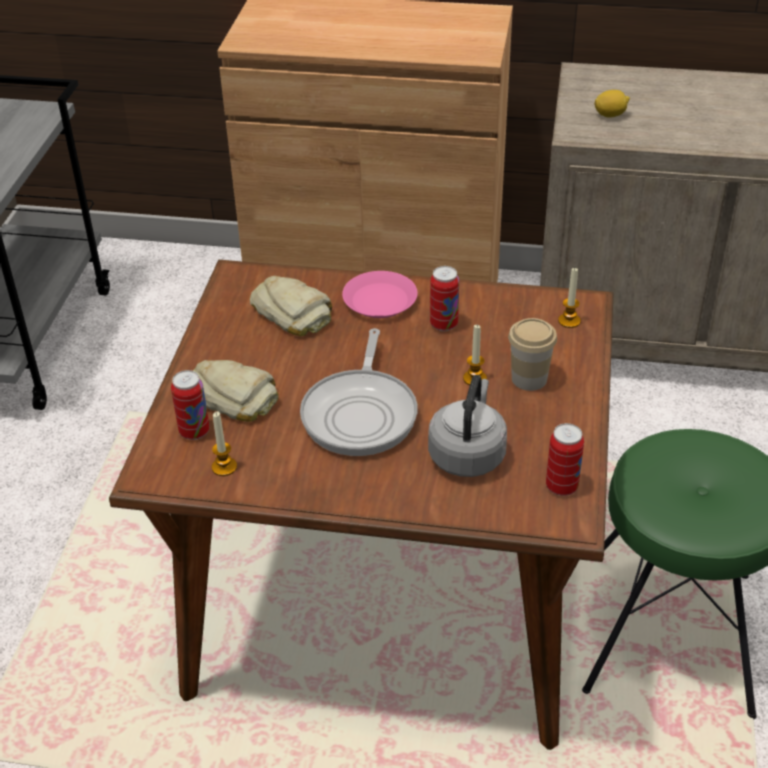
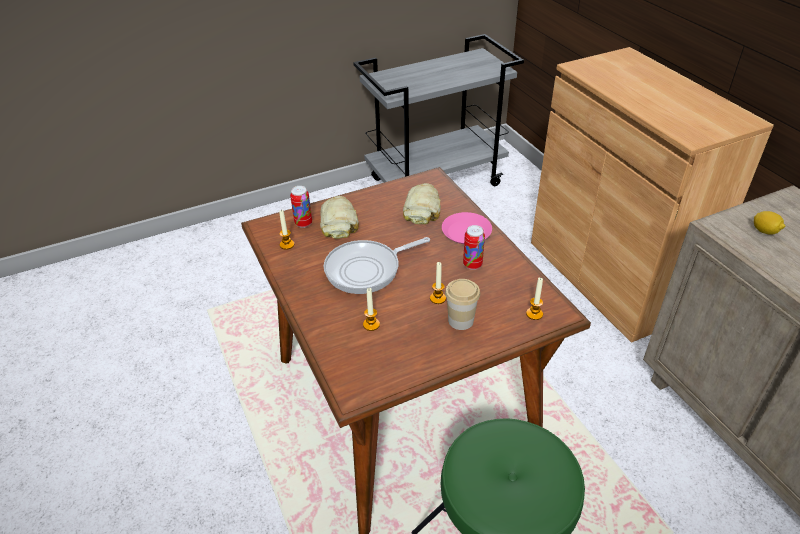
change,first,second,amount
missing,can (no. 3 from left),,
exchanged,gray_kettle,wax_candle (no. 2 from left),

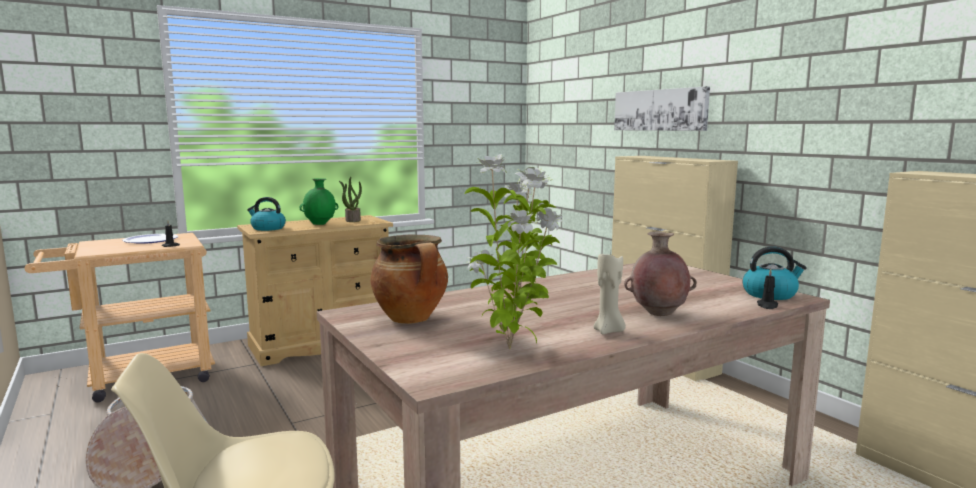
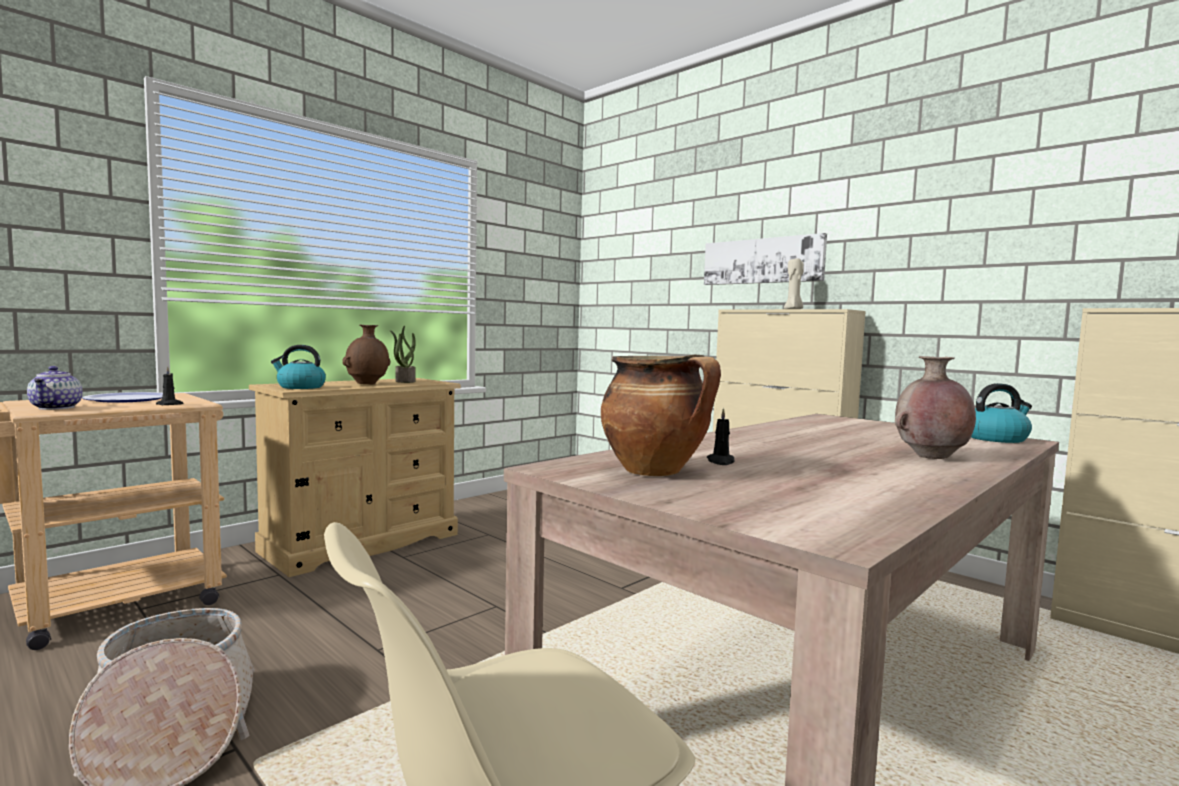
change,first,second,amount
missing,houseplant (no. 2 from left),,
appeared,,tea_pot,
relocated,beige-coloured_wax_candle,,
relocated,black_wax_candle (no. 2 from left),,
colour,green-coloured_decorative_vase,brownish_decorative_vase (no. 1 from left),

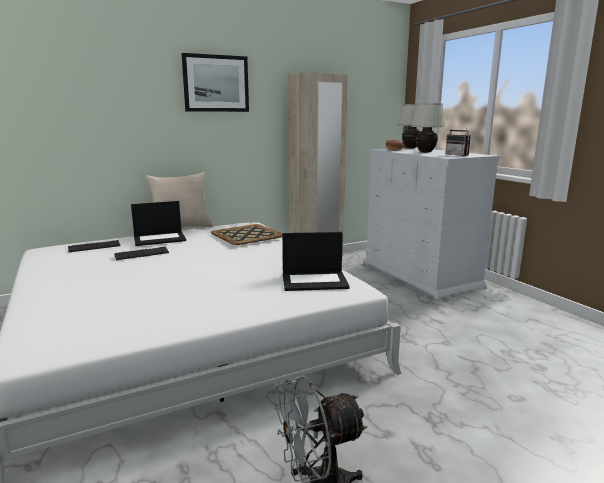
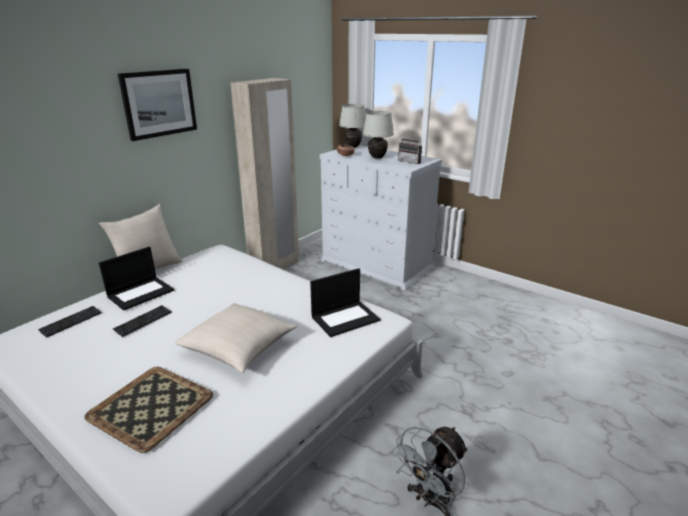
change,first,second,amount
appeared,,beige-coloured_throw_pillow (no. 2 from left),
relocated,tray,,

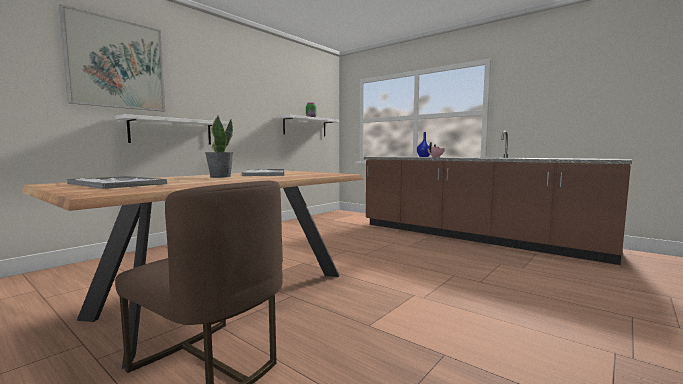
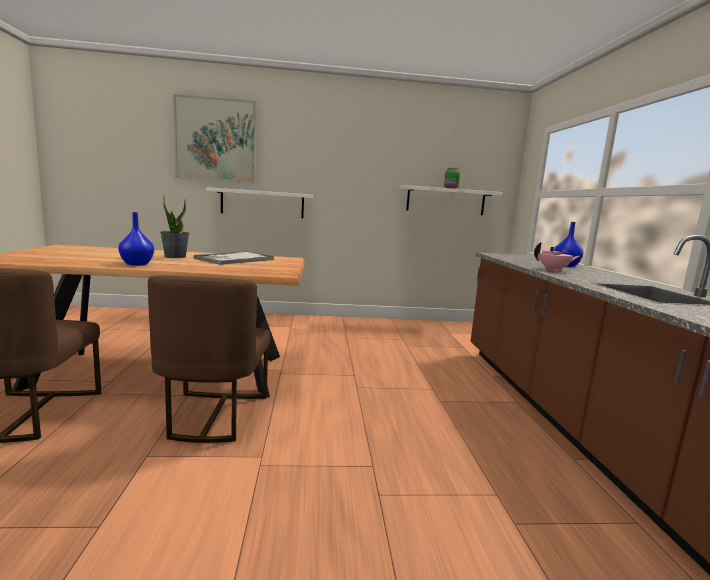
change,first,second,amount
missing,tray (no. 1 from left),,
appeared,,blue-coloured_decorative_vase (no. 1 from left),
appeared,,brownish_chair (no. 2 from left),

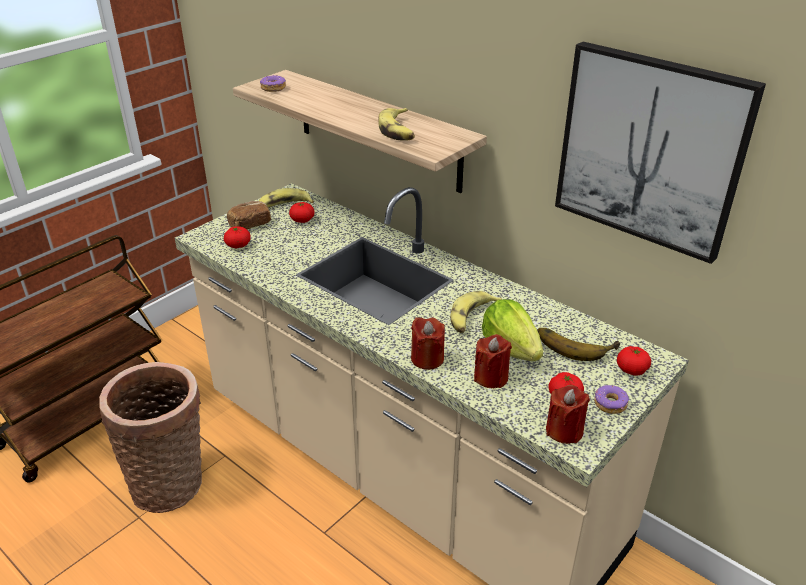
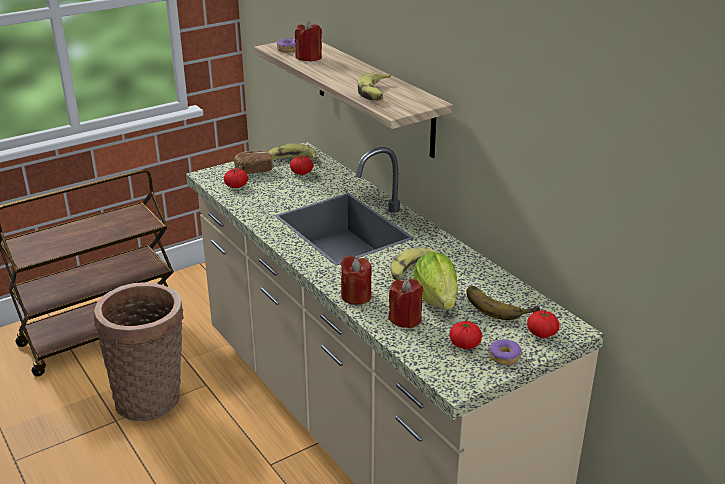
change,first,second,amount
missing,wall_picture,,
relocated,red_wax_candle (no. 3 from left in the first image),red_wax_candle (no. 1 from left),

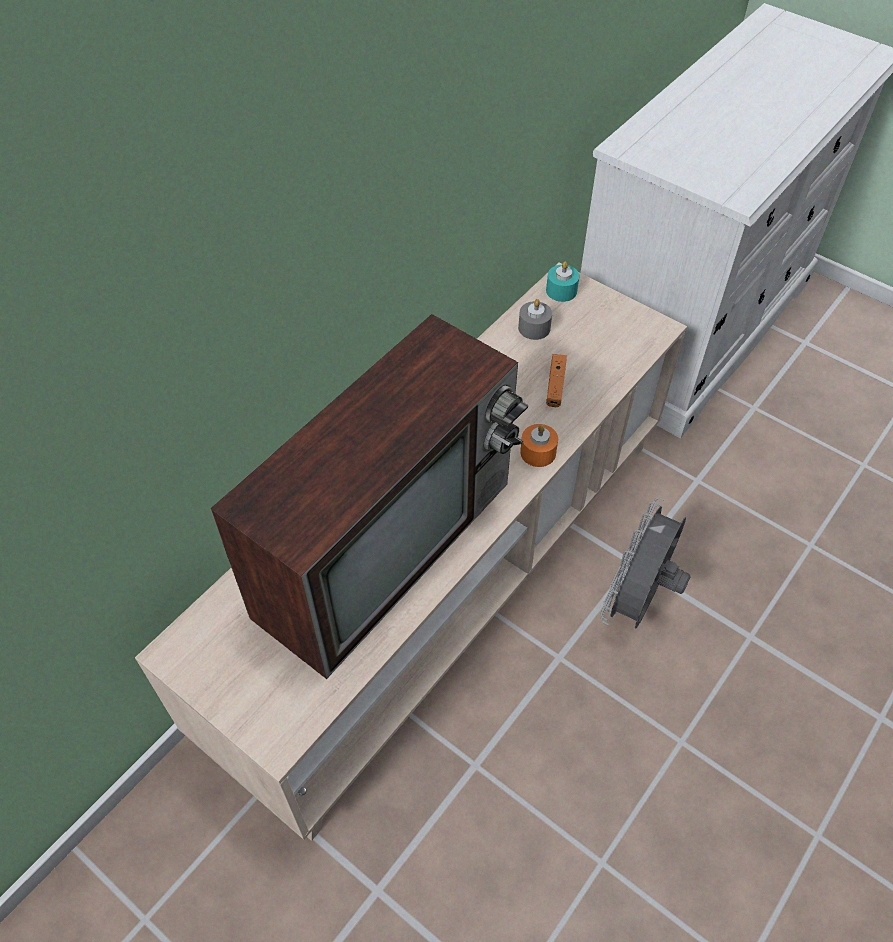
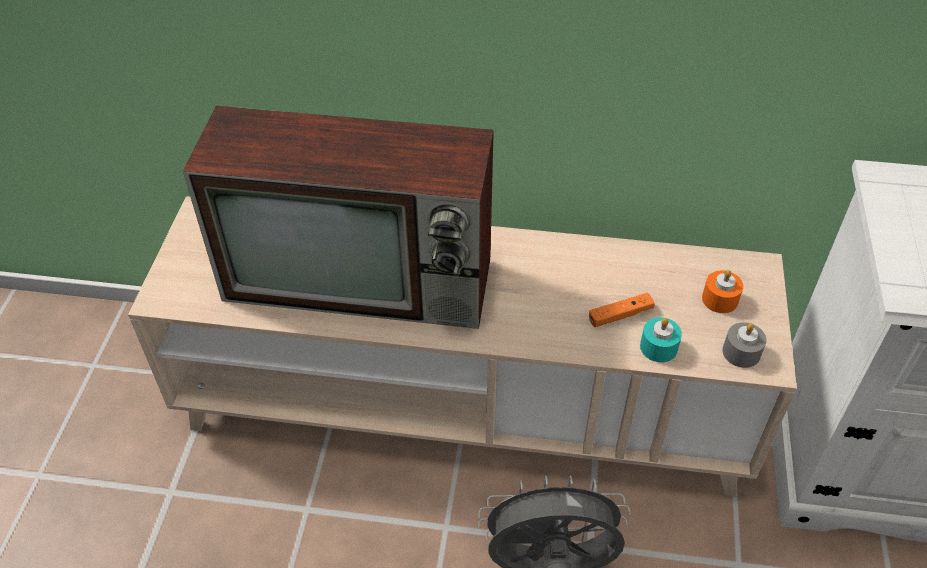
change,first,second,amount
relocated,gray_wax_candle,,
relocated,orange_wax_candle,,
relocated,blue-green_wax_candle,,

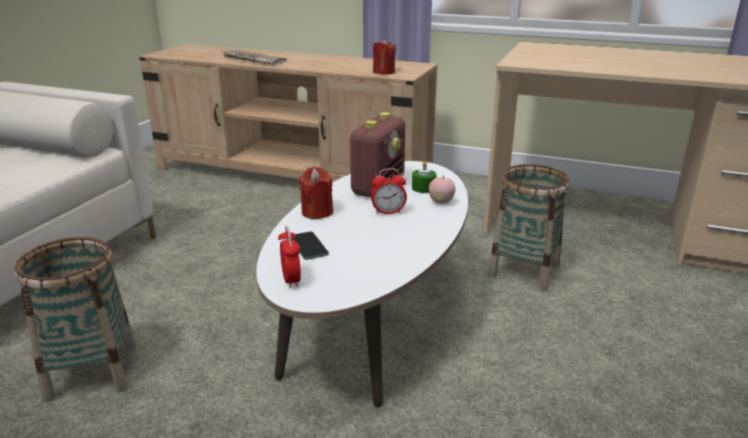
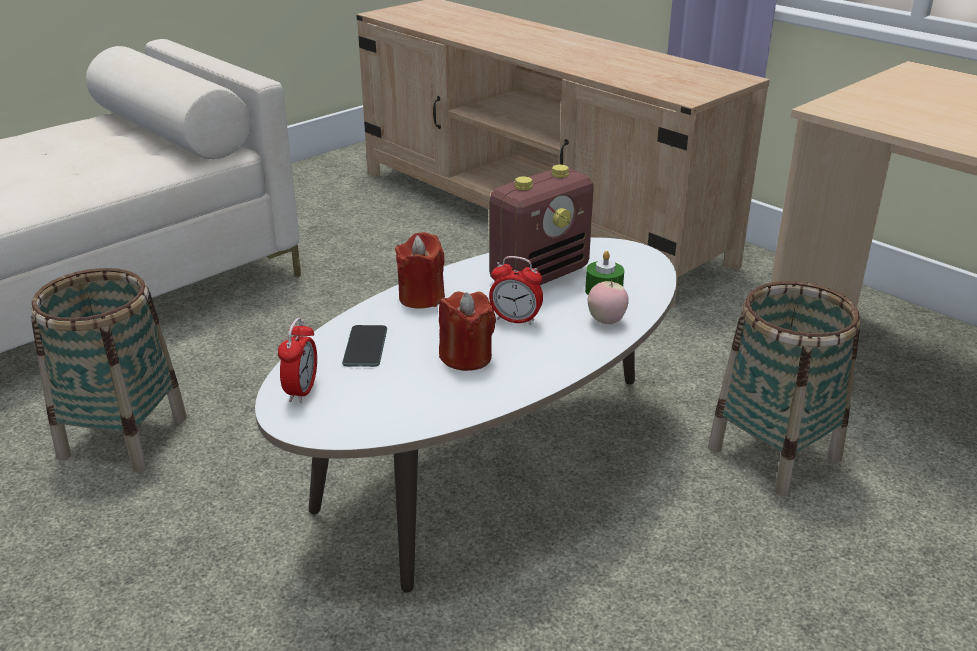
change,first,second,amount
missing,newspaper,,
relocated,red_wax_candle (no. 2 from left),,

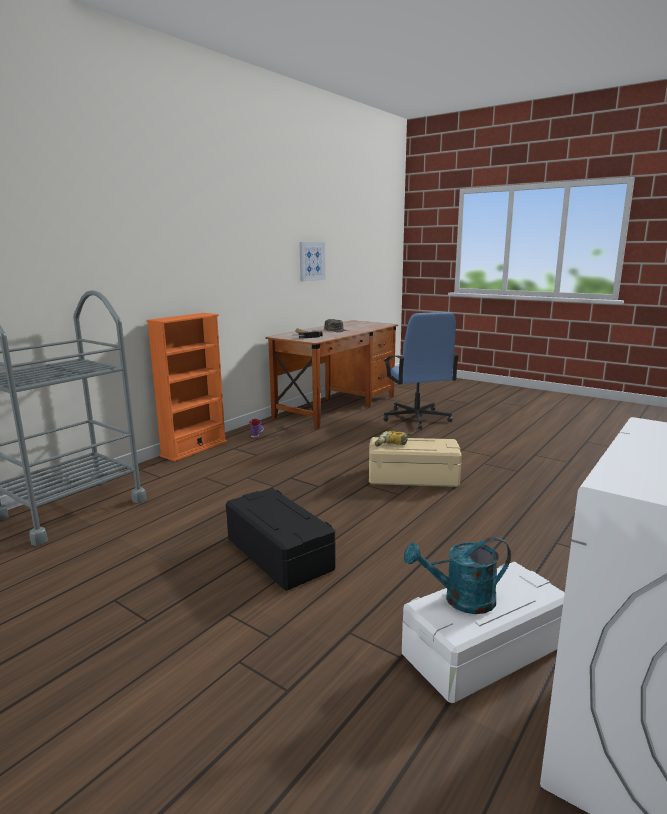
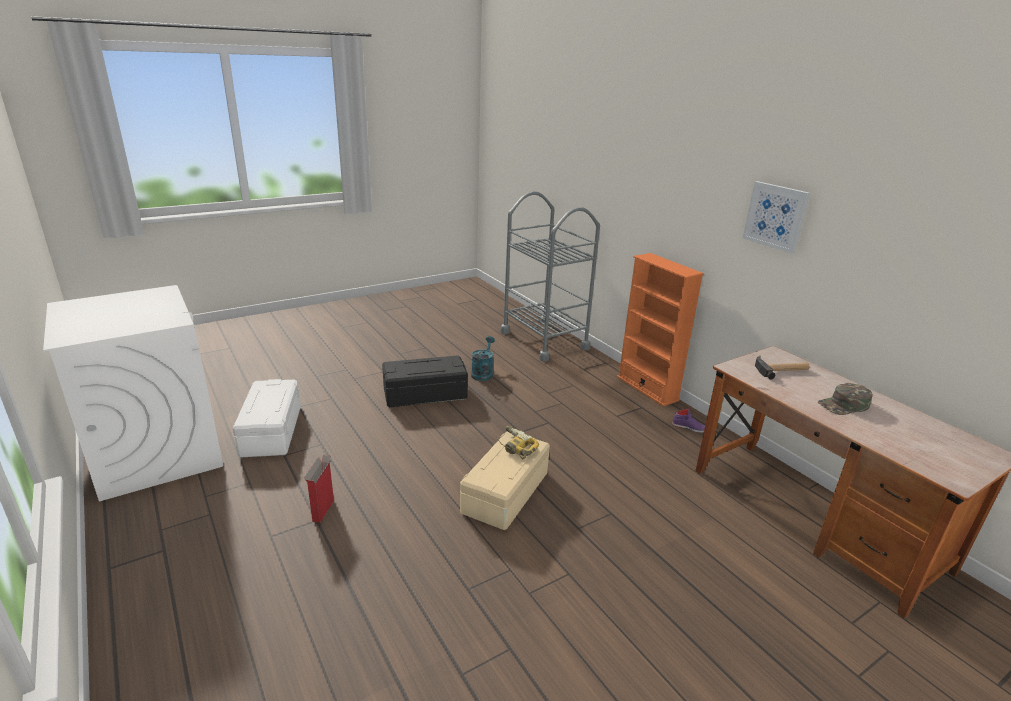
change,first,second,amount
missing,blue-coloured_computer_chair,,
appeared,,carton,
relocated,wall_picture,,
relocated,blue-green_sprinkling_can,,

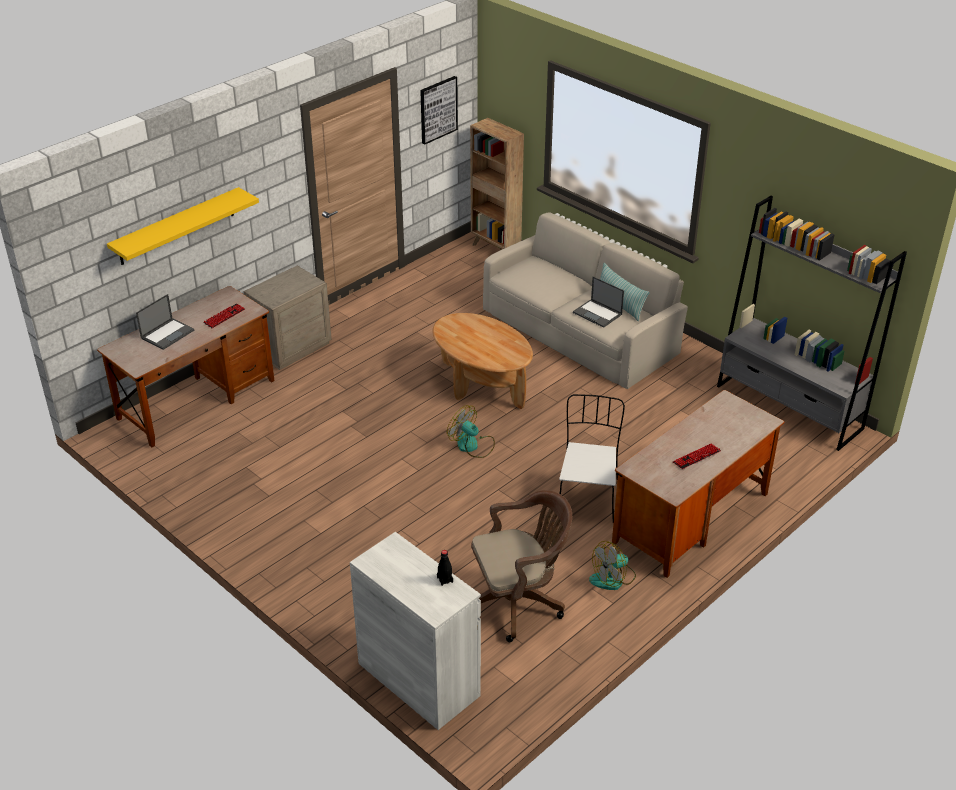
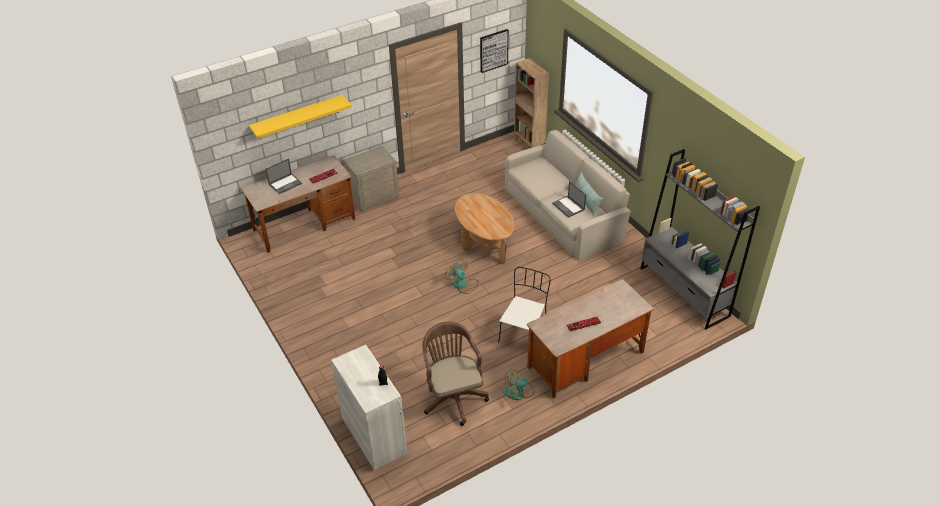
change,first,second,amount
spun,brownish_computer_chair,,105 degrees counterclockwise

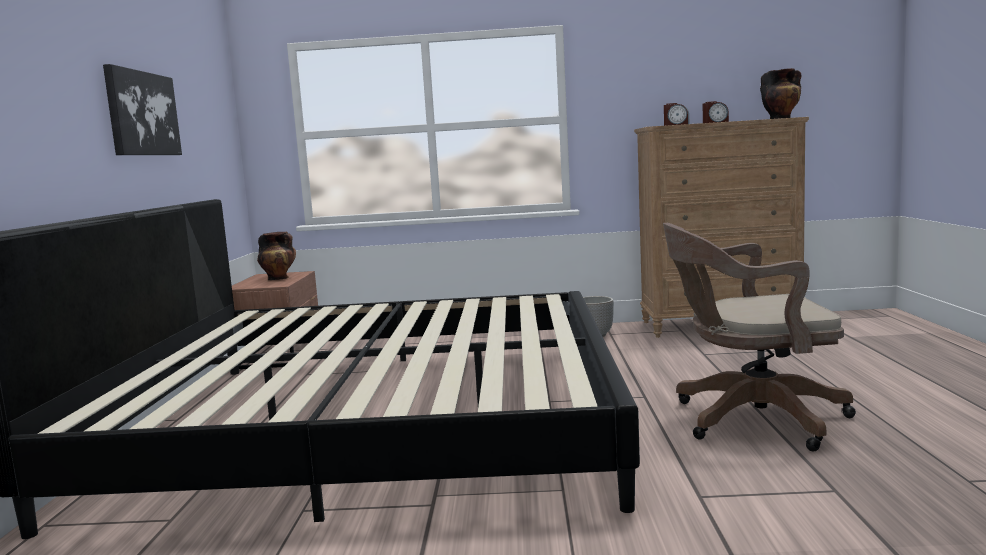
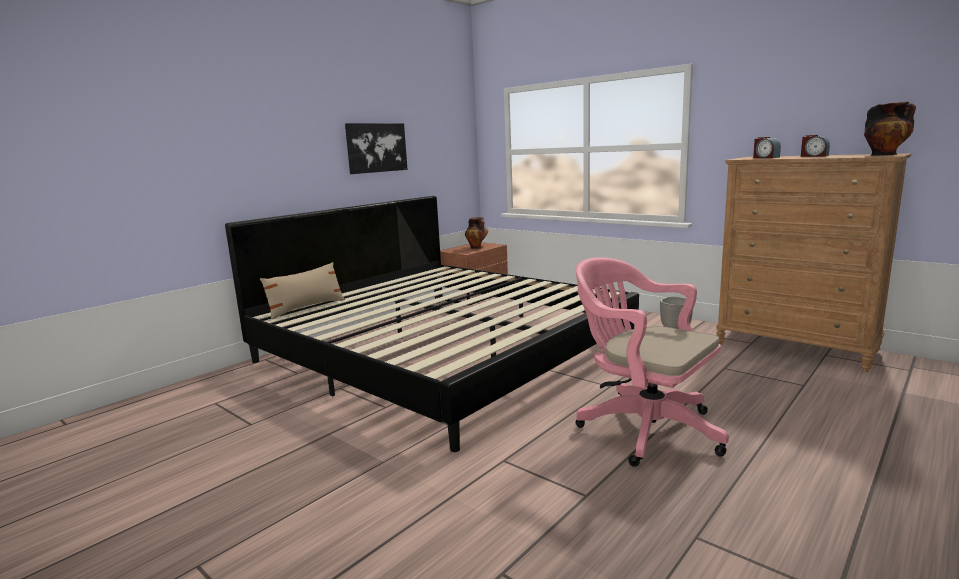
change,first,second,amount
appeared,,beige-coloured_throw_pillow,
colour,brownish_computer_chair,pink_computer_chair,

